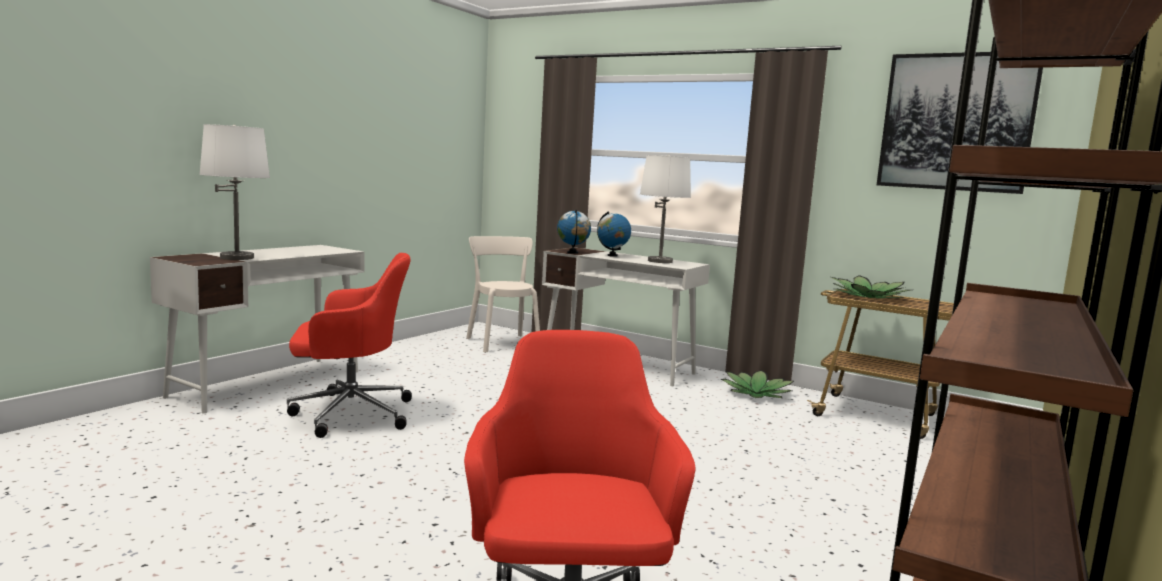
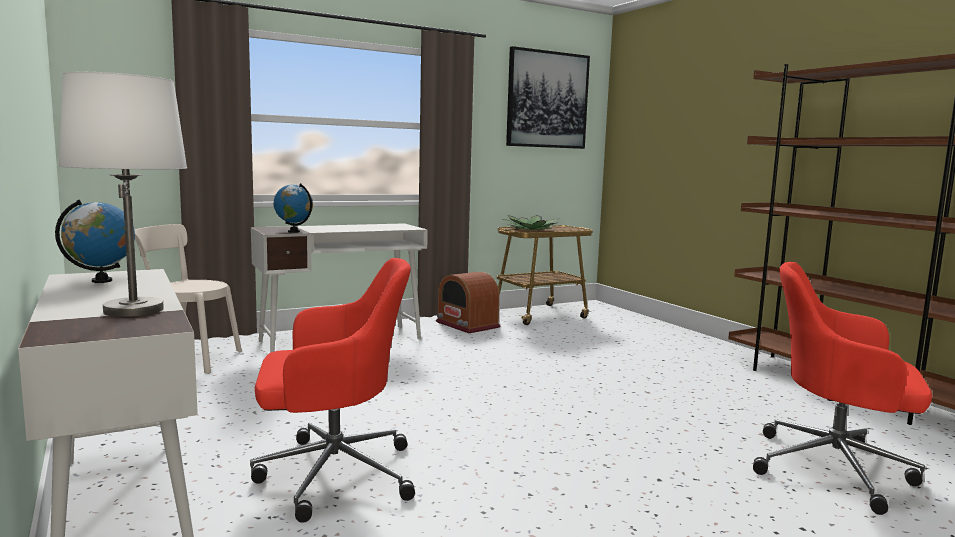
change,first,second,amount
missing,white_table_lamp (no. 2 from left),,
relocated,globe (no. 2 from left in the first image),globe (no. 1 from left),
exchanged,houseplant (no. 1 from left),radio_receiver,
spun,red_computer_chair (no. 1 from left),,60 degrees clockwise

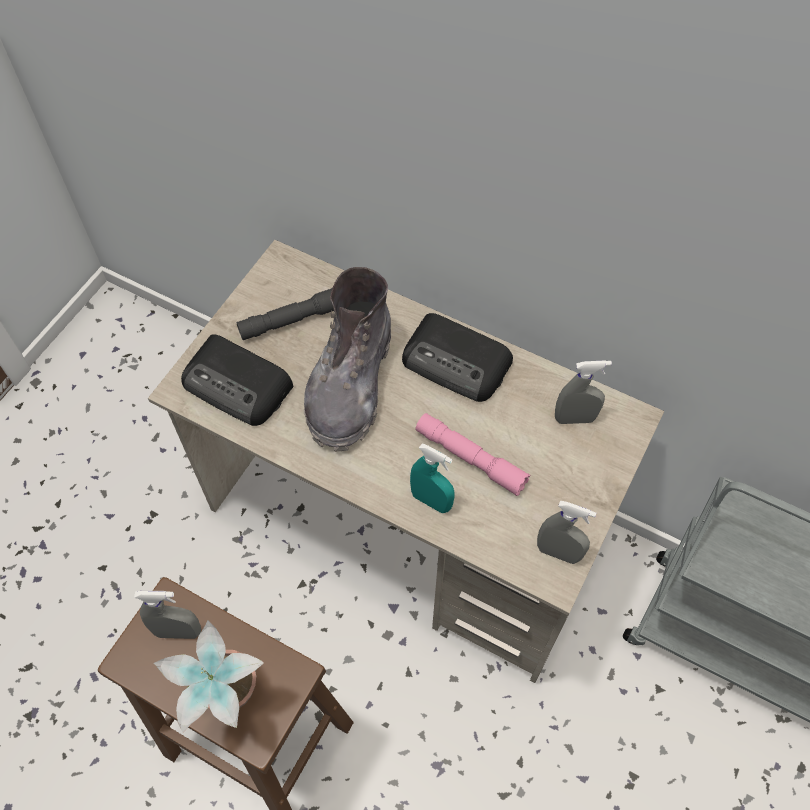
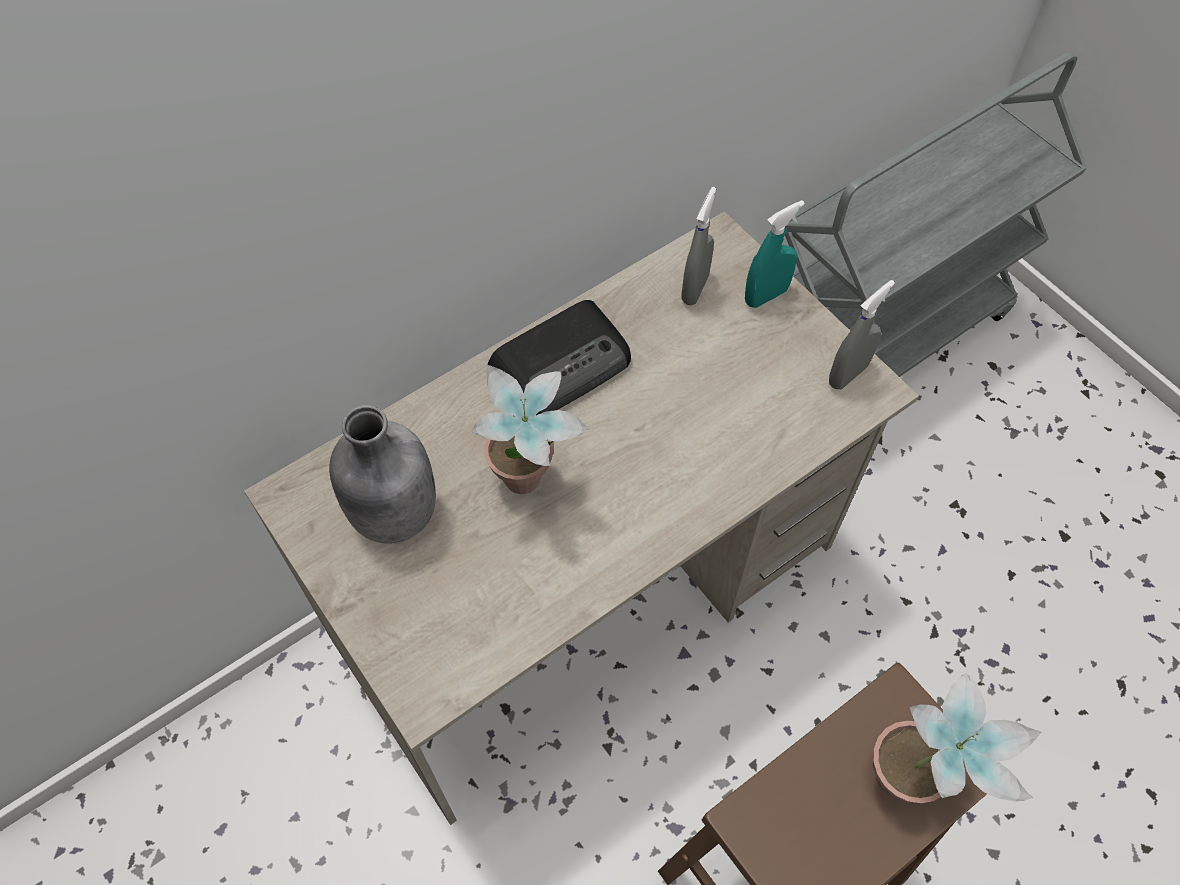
change,first,second,amount
missing,gray_spray_bottle (no. 1 from left),,
missing,radio_receiver (no. 1 from left),,
missing,pink_torch,,
relocated,blue-green_spray_bottle,,
exchanged,gray_torch,gray_drink_bottle,
exchanged,gray_high-top_boot,houseplant (no. 1 from left),

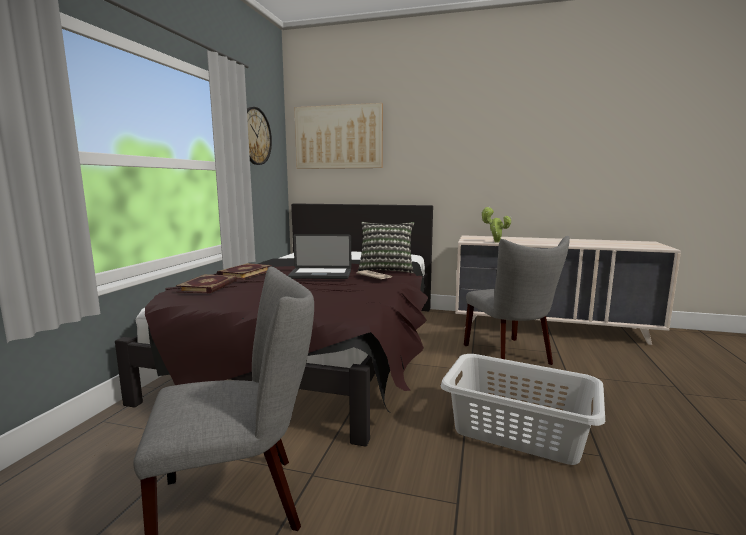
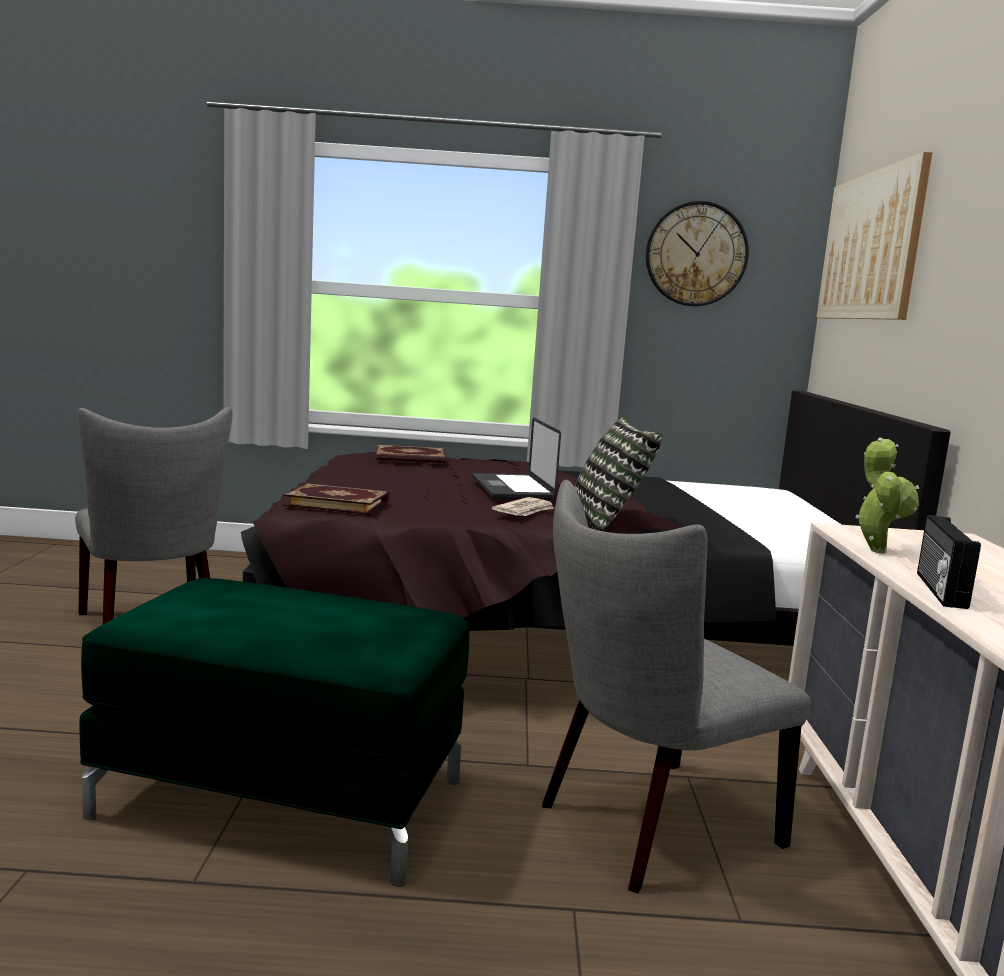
change,first,second,amount
appeared,,radio_receiver,
relocated,volume (no. 2 from left in the first image),volume (no. 1 from left),
exchanged,gray_hamper,green-coloured_footrest,

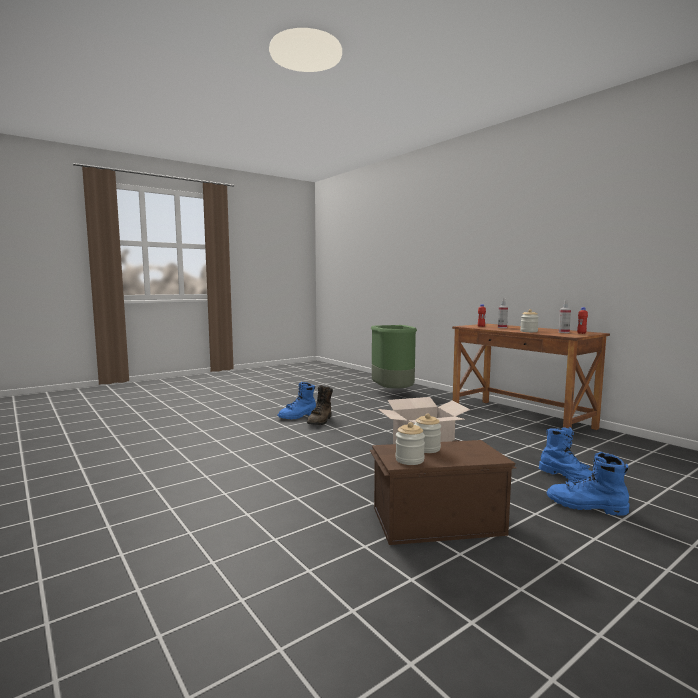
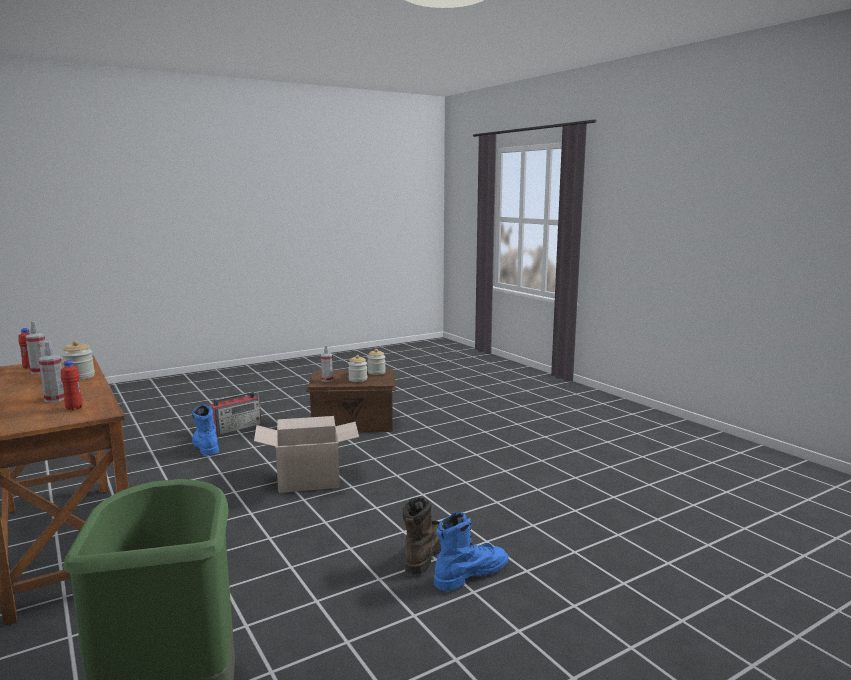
change,first,second,amount
appeared,,spray_bottle (no. 3 from left),
exchanged,blue-coloured_high-top_boot (no. 3 from left),radio_receiver,

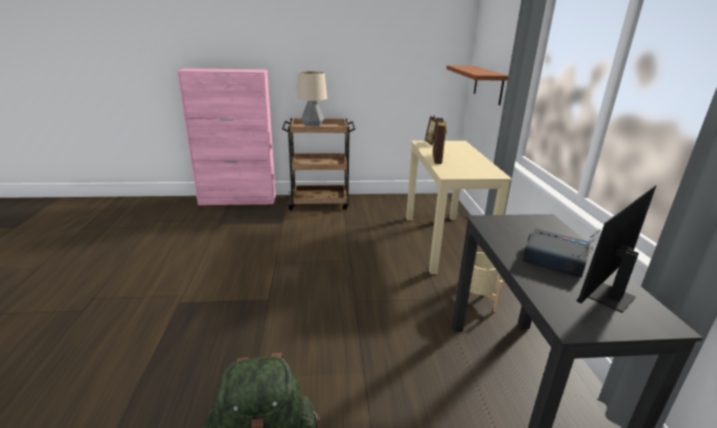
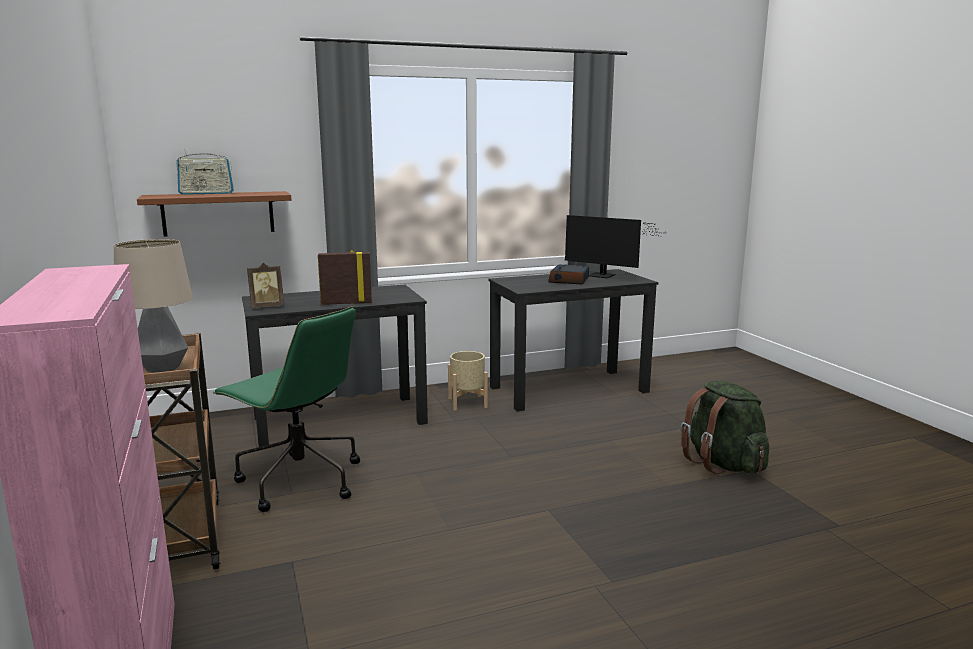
change,first,second,amount
appeared,,radio_receiver,
appeared,,green-coloured_computer_chair,
colour,beige-coloured_desk_table,black_desk_table (no. 1 from left),

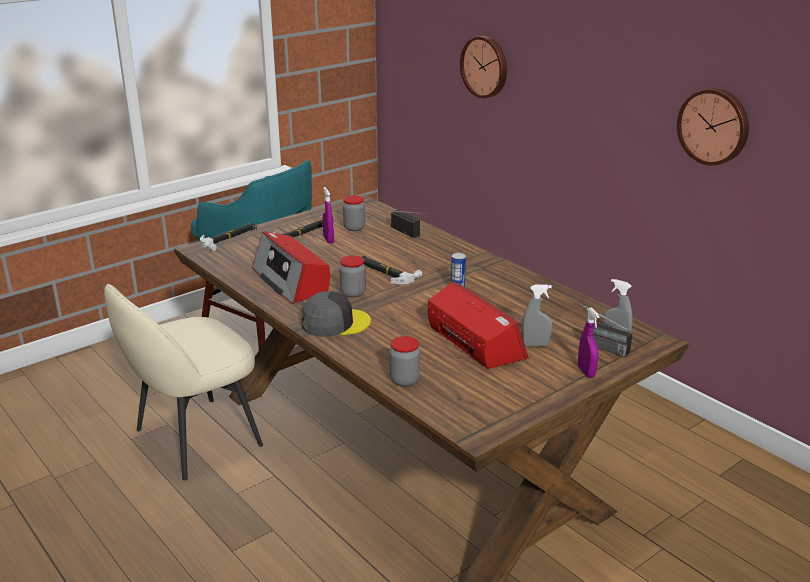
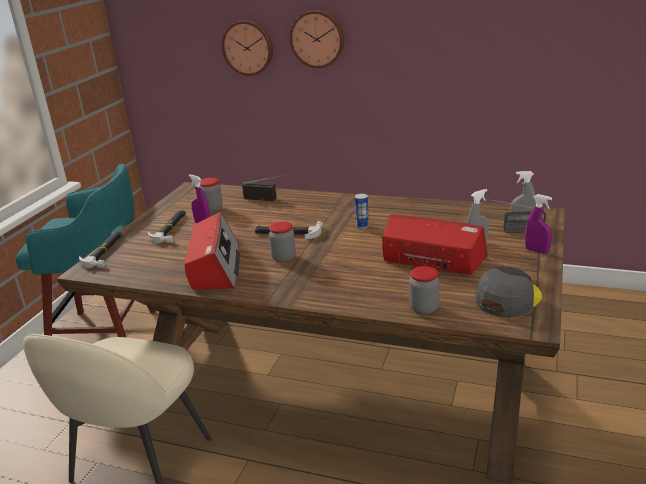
change,first,second,amount
relocated,gray_baseball_cap,,
relocated,hanging_clock (no. 2 from left),,
spun,radio_receiver (no. 1 from left),,120 degrees counterclockwise

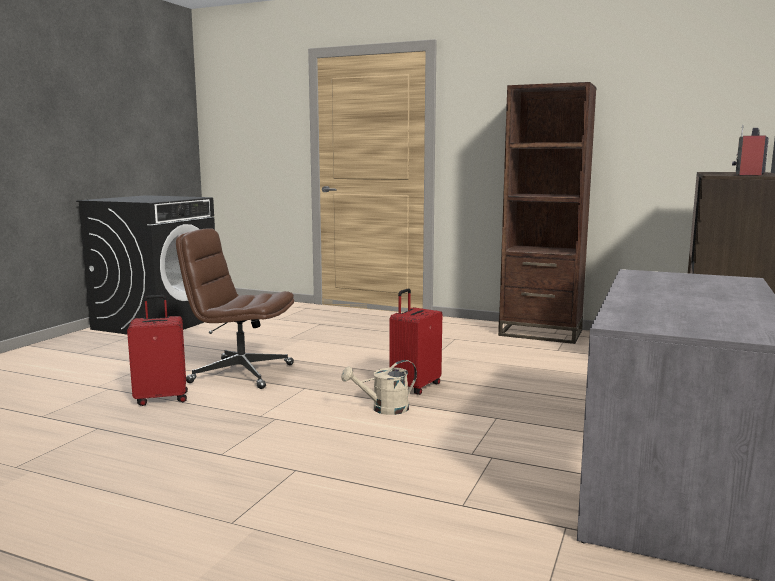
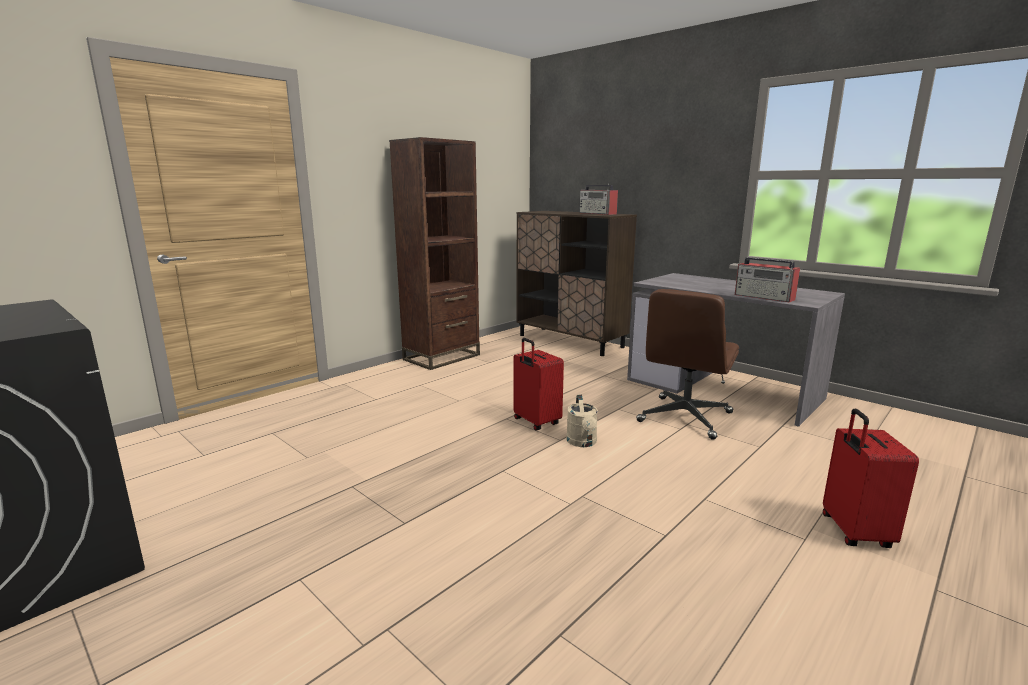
change,first,second,amount
appeared,,radio_receiver (no. 2 from left),
relocated,red_suitcase (no. 1 from left in the first image),red_suitcase (no. 2 from left),
relocated,brownish_computer_chair,,

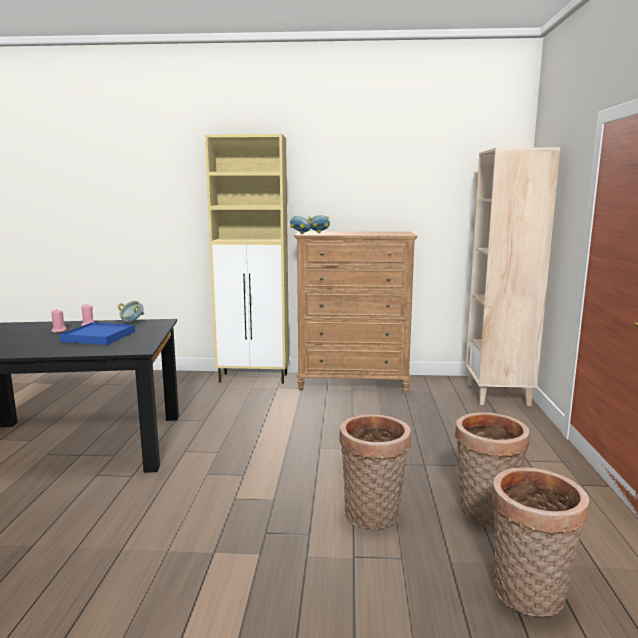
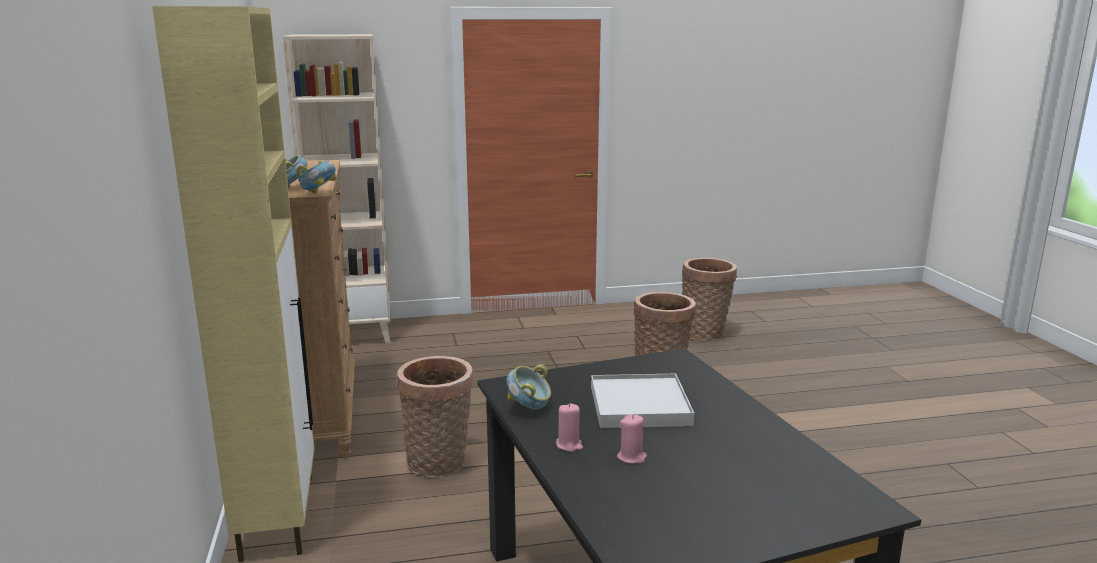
change,first,second,amount
relocated,basket (no. 2 from left in the first image),basket (no. 1 from left),
colour,blue-coloured_tray,white_tray,

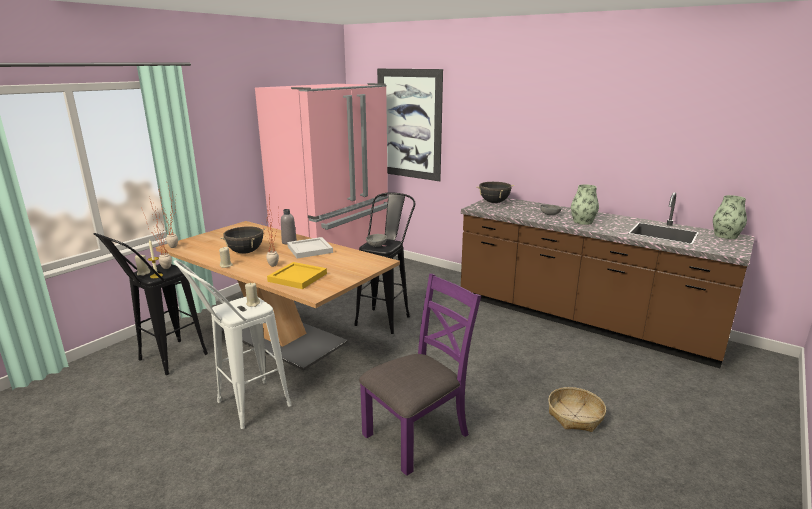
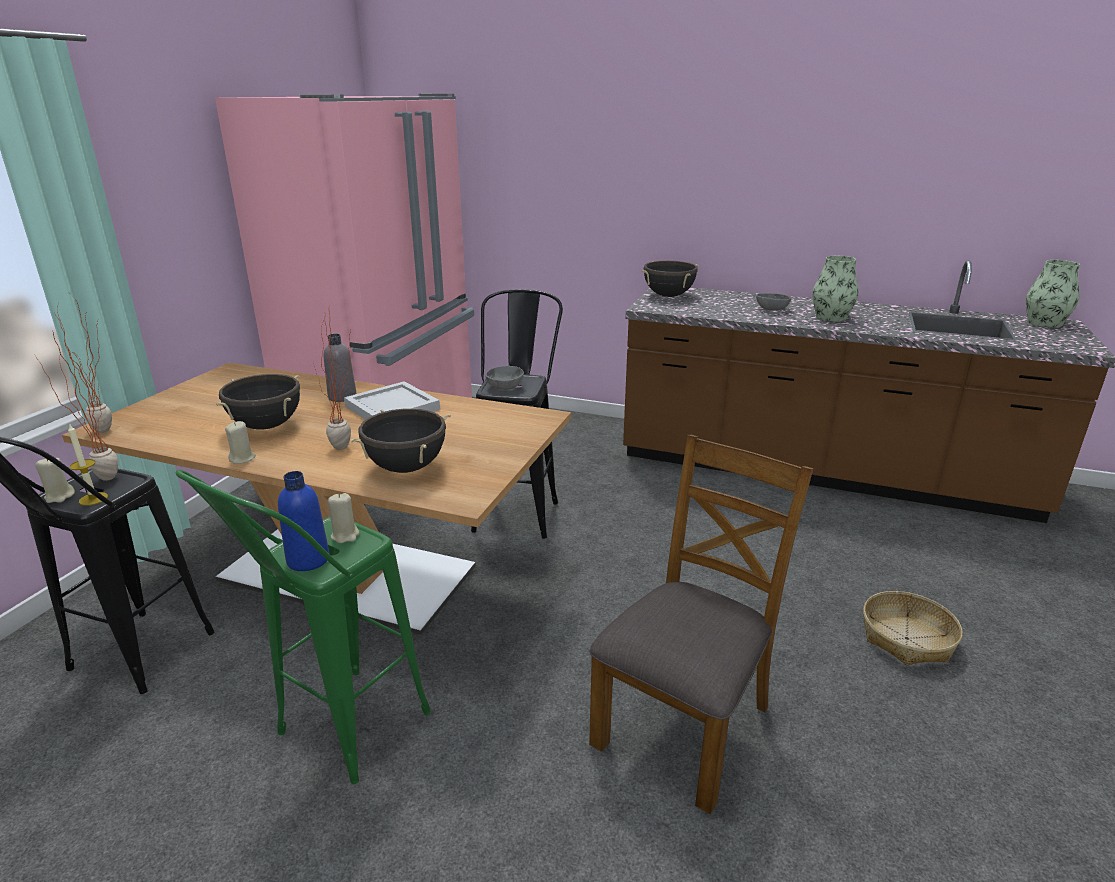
change,first,second,amount
missing,wall_picture,,
appeared,,blue-coloured_drink_bottle,
exchanged,yellowish_tray,black_cooking_pot (no. 2 from left),
colour,white_sitting_stool,green-coloured_sitting_stool,
colour,purple_chair,brownish_chair,

